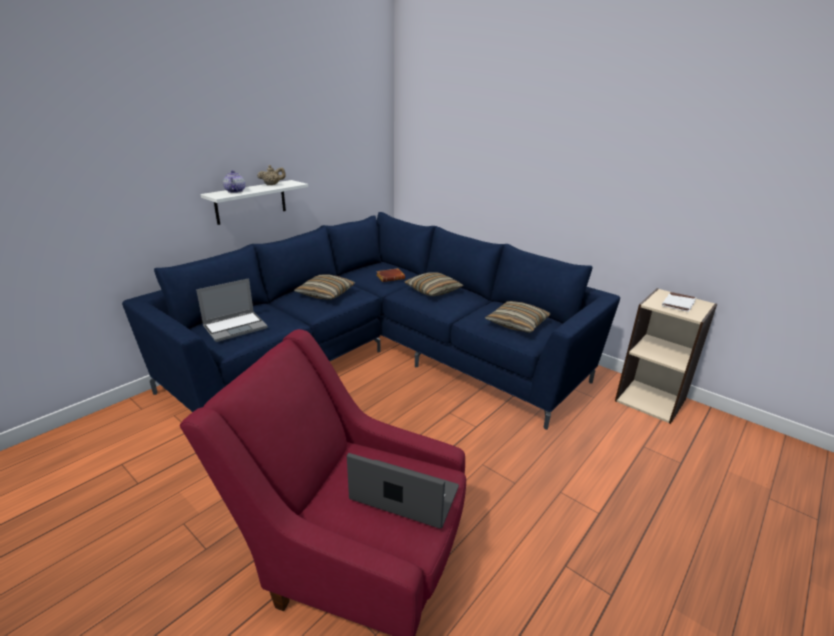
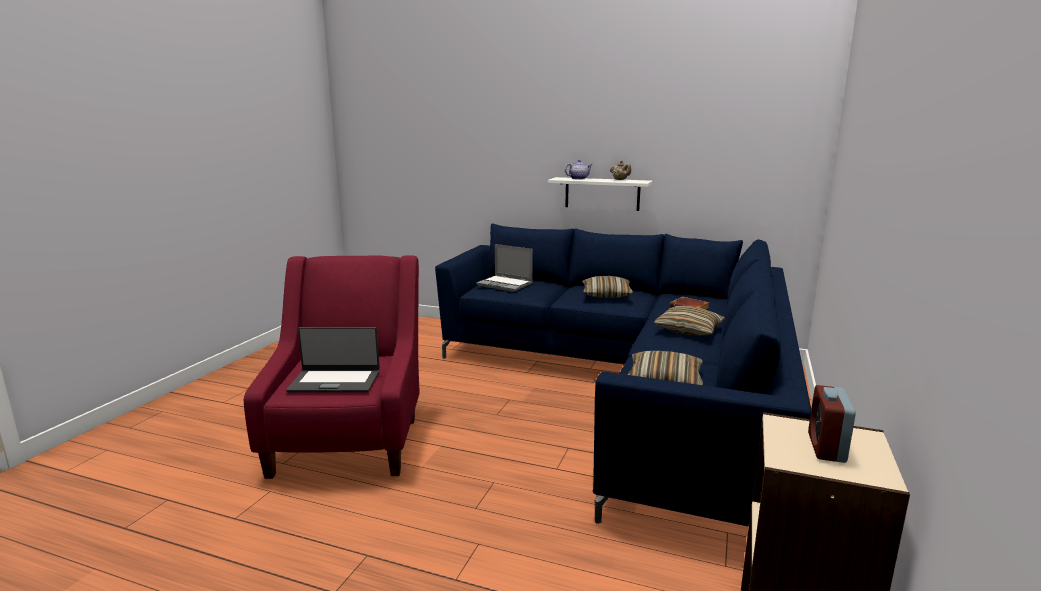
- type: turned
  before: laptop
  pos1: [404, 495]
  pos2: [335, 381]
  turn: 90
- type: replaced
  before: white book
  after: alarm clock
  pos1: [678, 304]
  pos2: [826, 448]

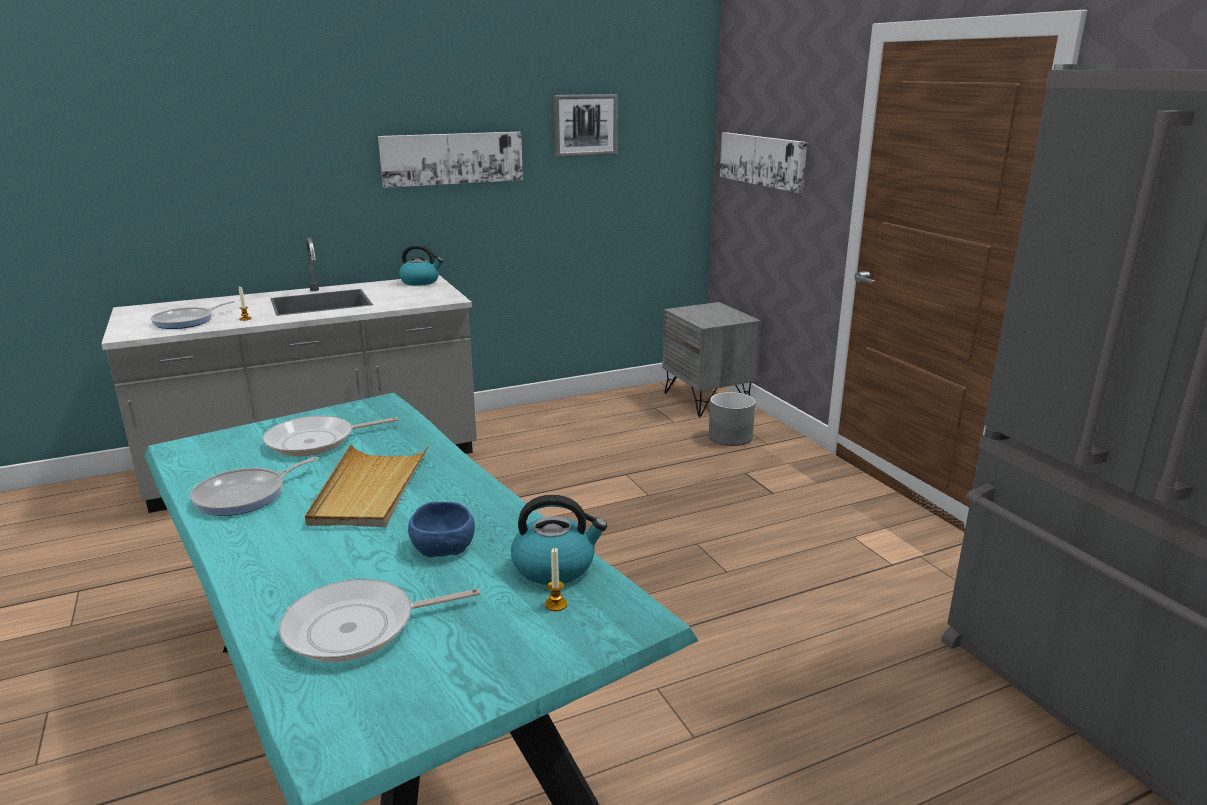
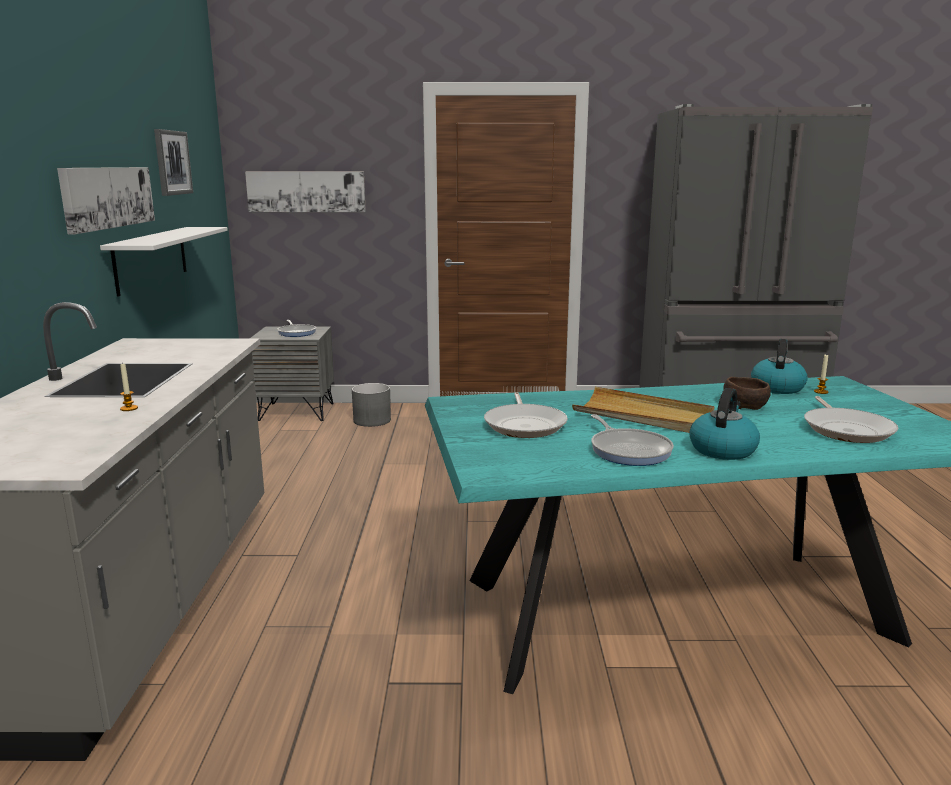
- type: moved
  before: frying pan
  pos1: [187, 321]
  pos2: [297, 332]
- type: moved
  before: kettle
  pos1: [420, 281]
  pos2: [722, 449]
- type: recoloured
  before: blue bowl
  after: brown bowl
  pos1: [444, 547]
  pos2: [746, 405]
- type: added
  after: white shelf
  pos2: [151, 259]

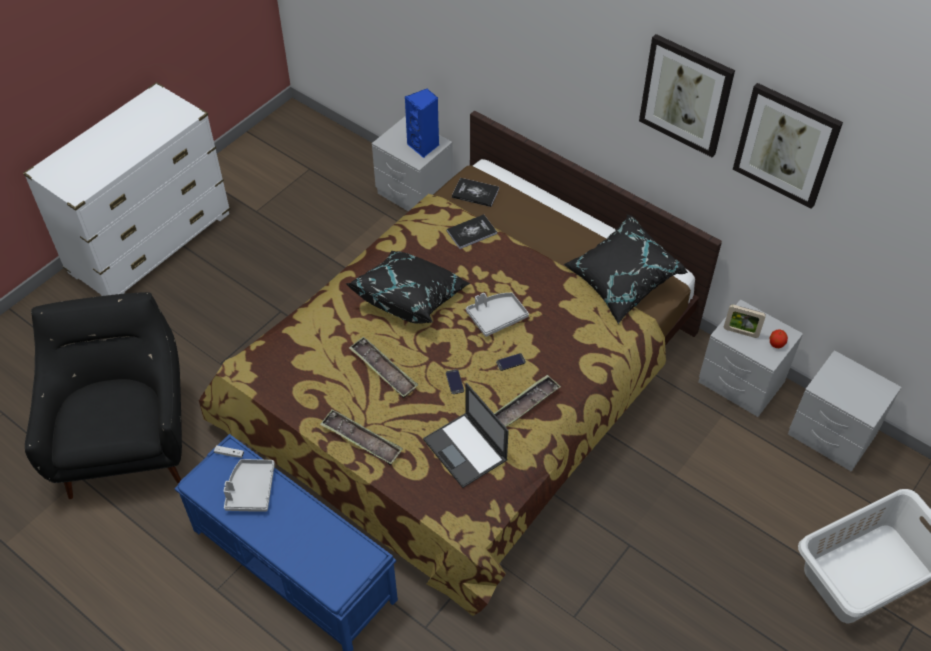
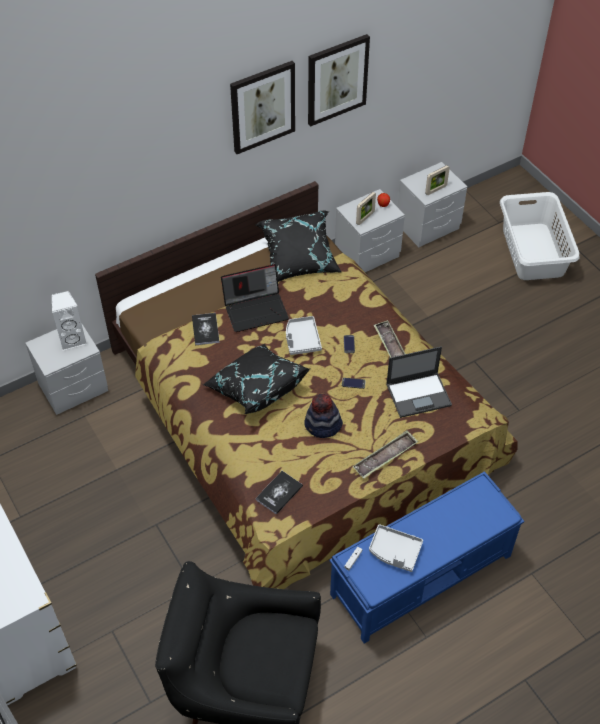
- type: replaced
  before: tray
  after: hat
  pos1: [383, 370]
  pos2: [323, 425]
- type: recoloured
  before: blue speaker
  after: white speaker
  pos1: [424, 146]
  pos2: [72, 339]
- type: moved
  before: book
  pos1: [475, 193]
  pos2: [279, 493]
- type: added
  after: laptop
  pos2: [256, 309]
- type: added
  after: picture frame
  pos2: [436, 190]

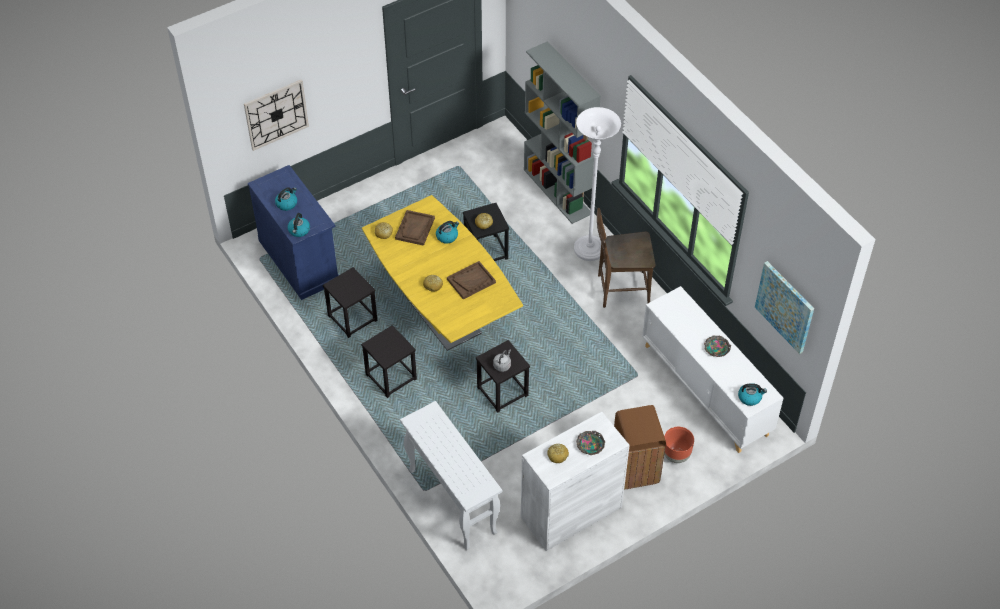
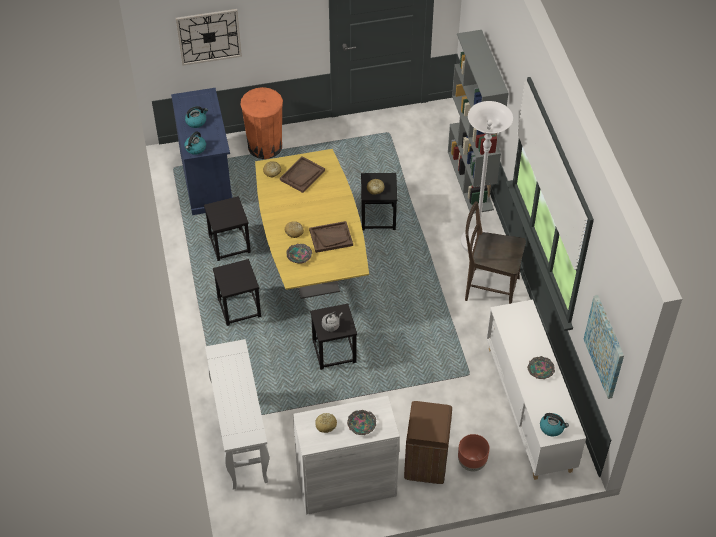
- type: removed
  before: kettle
  pos1: [447, 236]
- type: added
  after: orange trash can
  pos2: [265, 147]
- type: added
  after: bowl
  pos2: [299, 255]

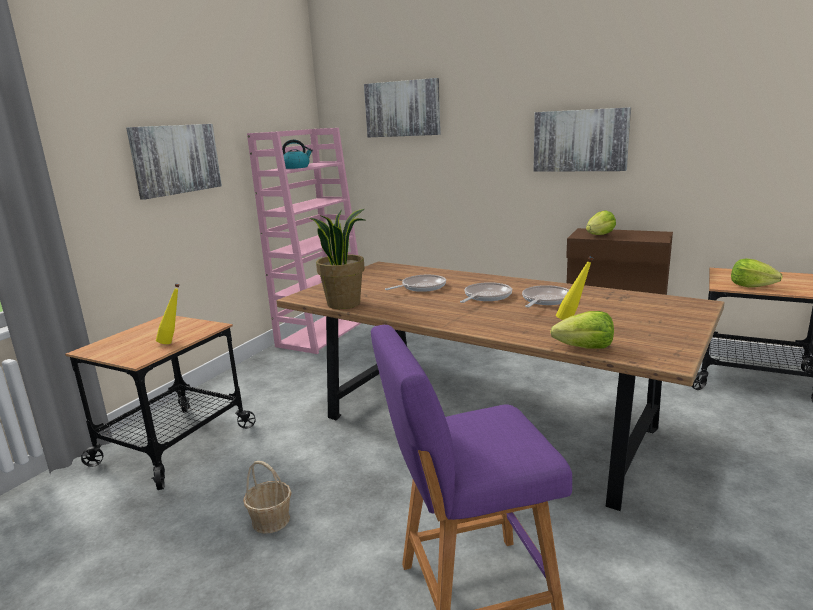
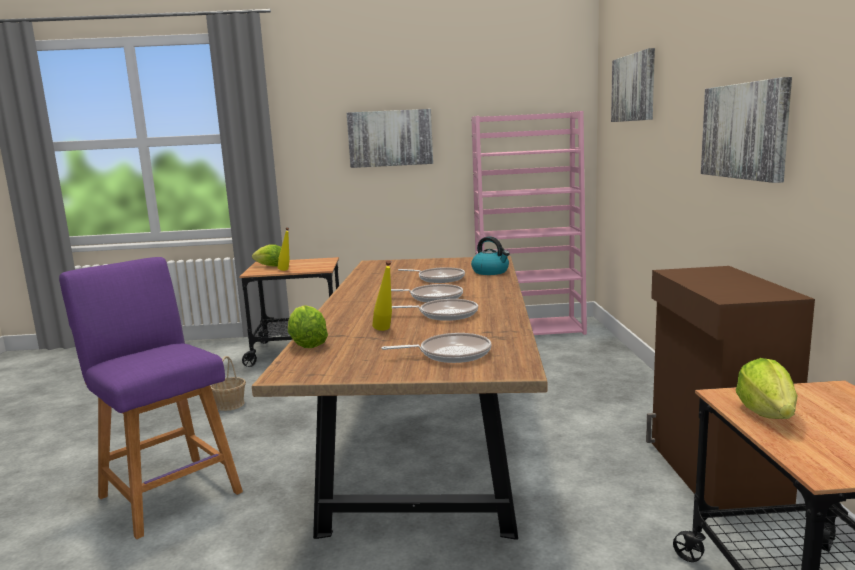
- type: moved
  before: kettle
  pos1: [296, 167]
  pos2: [491, 272]
- type: removed
  before: potted plant
  pos1: [344, 303]
- type: moved
  before: lettuce
  pos1: [599, 235]
  pos2: [270, 266]
- type: added
  after: frying pan
  pos2: [450, 354]

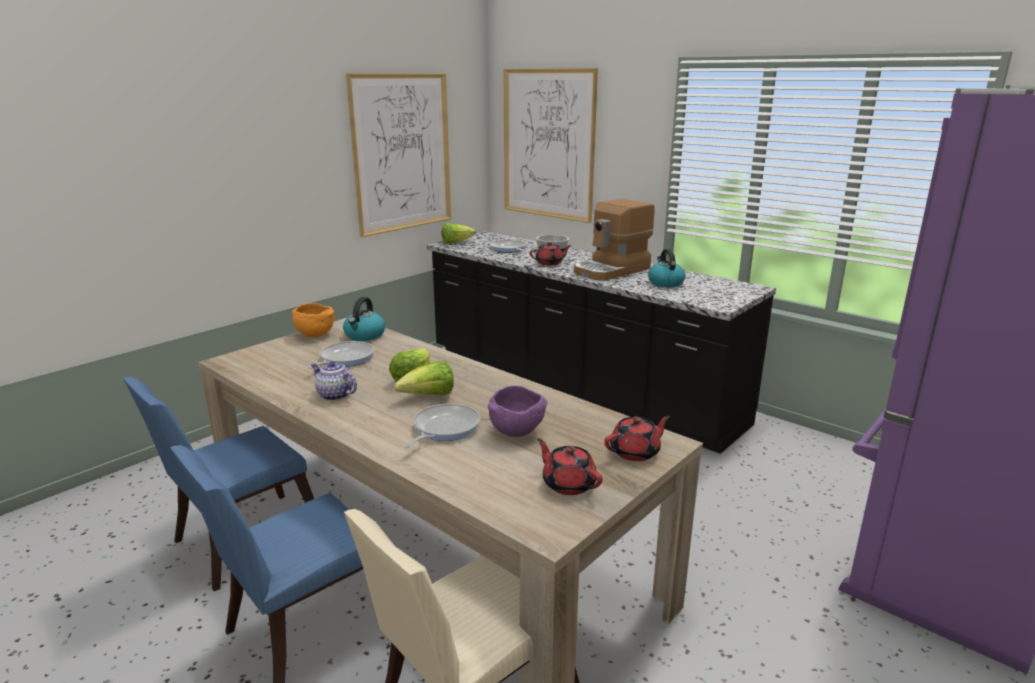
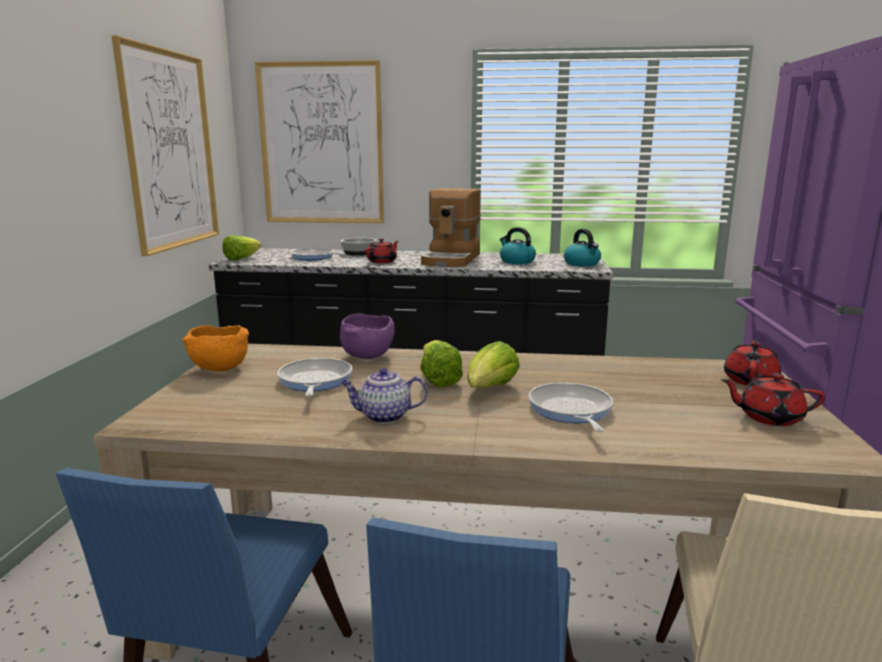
- type: moved
  before: kettle
  pos1: [364, 335]
  pos2: [582, 263]
- type: moved
  before: purple bowl
  pos1: [517, 431]
  pos2: [368, 356]

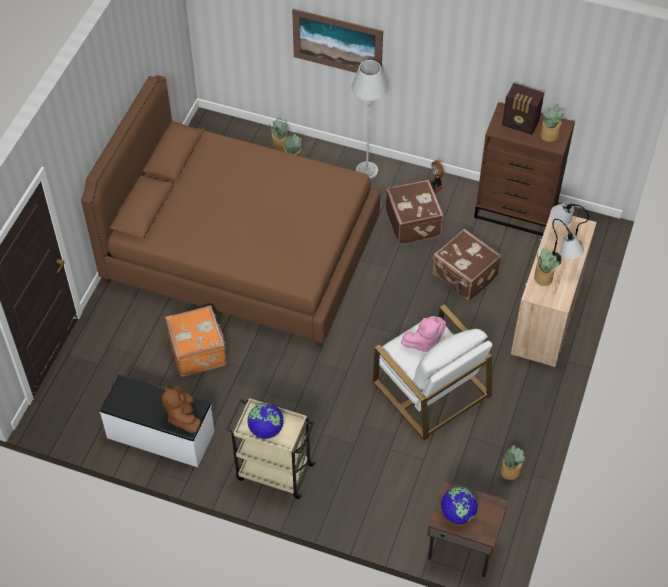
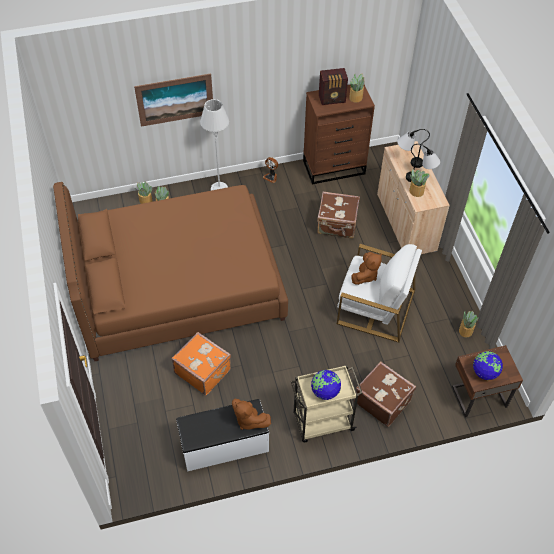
- type: moved
  before: brown suitcase
  pos1: [414, 222]
  pos2: [382, 400]
- type: recoloured
  before: pink plush toy
  after: brown plush toy
  pos1: [424, 342]
  pos2: [365, 275]

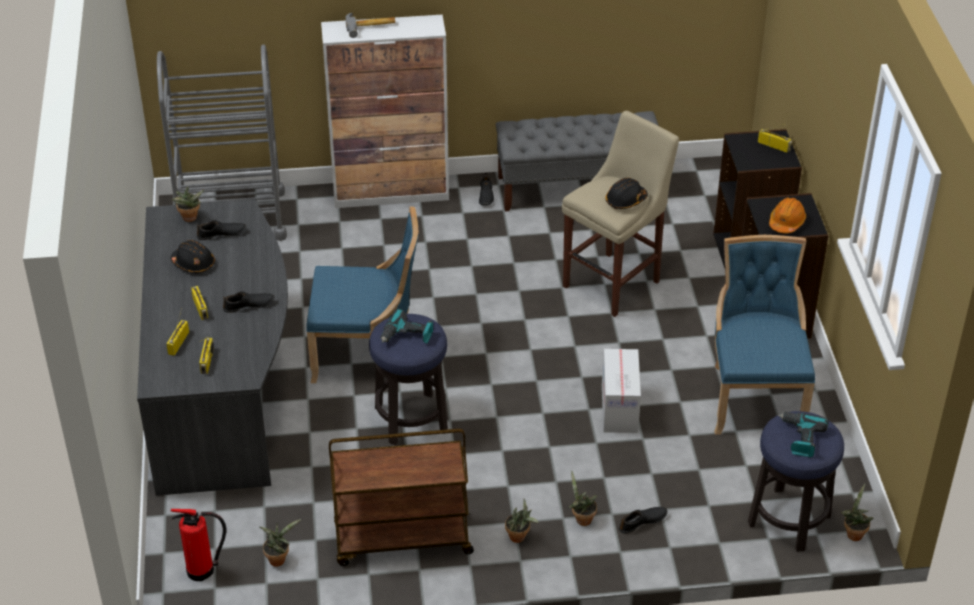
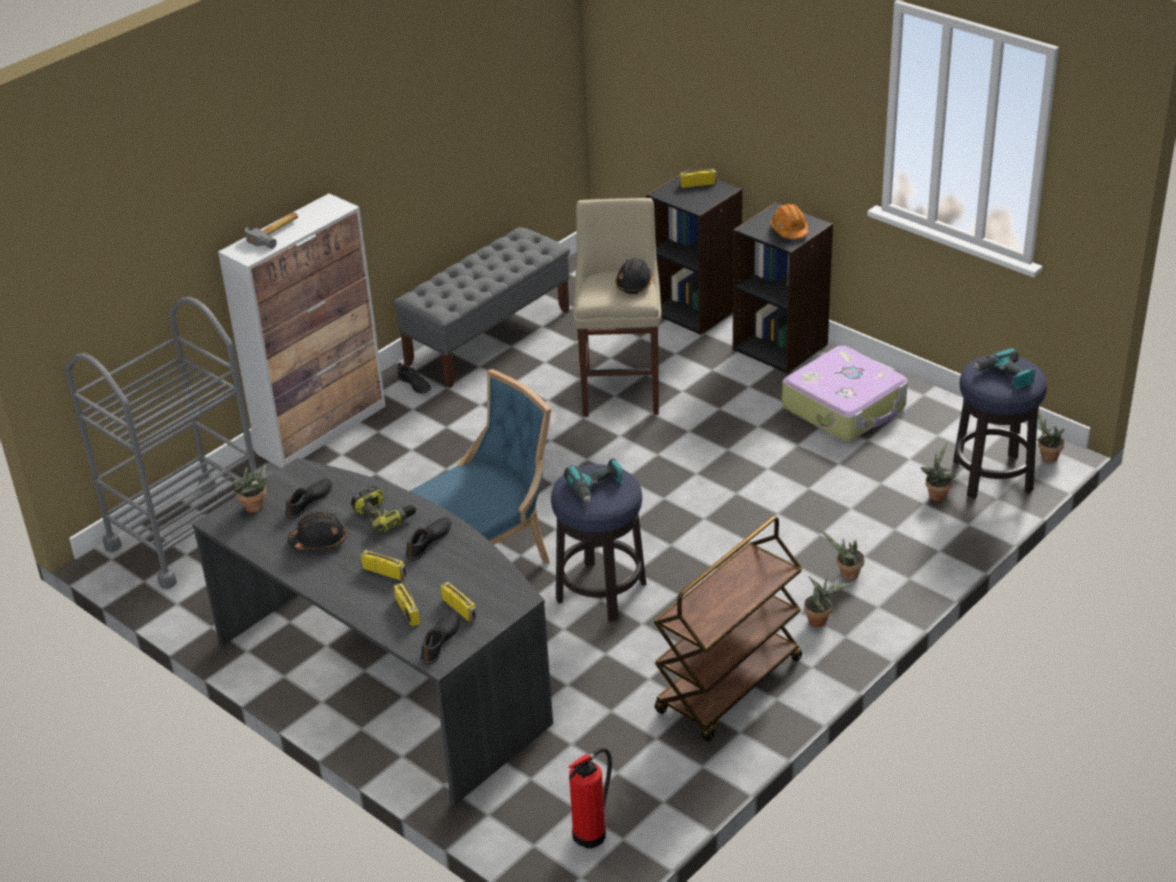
- type: moved
  before: potted plant
  pos1: [278, 558]
  pos2: [936, 495]
- type: removed
  before: cardboard box
  pos1: [619, 409]
- type: moved
  before: black shoe
  pos1: [642, 522]
  pos2: [440, 642]
- type: replaced
  before: blue chair
  after: suitcase
  pos1: [754, 396]
  pos2: [845, 407]
- type: added
  after: power drill
  pos2: [384, 516]

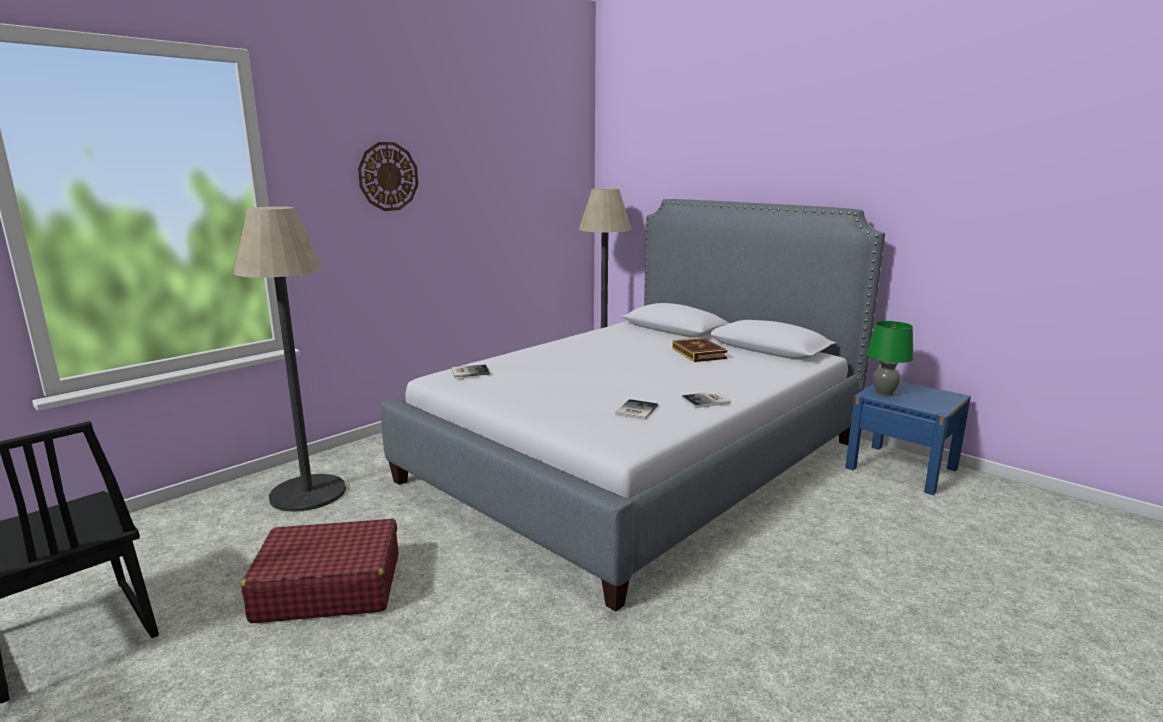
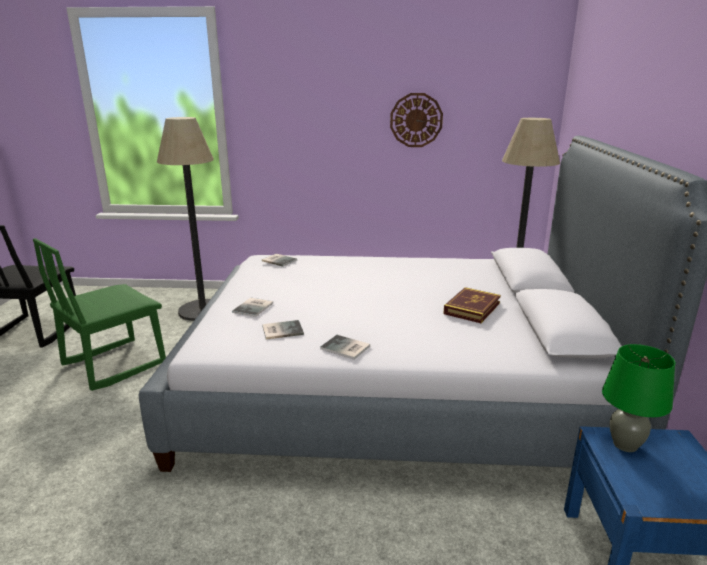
- type: replaced
  before: red suitcase
  after: green chair
  pos1: [328, 587]
  pos2: [114, 364]
- type: moved
  before: wall clock
  pos1: [388, 176]
  pos2: [416, 120]
- type: added
  after: book
  pos2: [254, 307]

